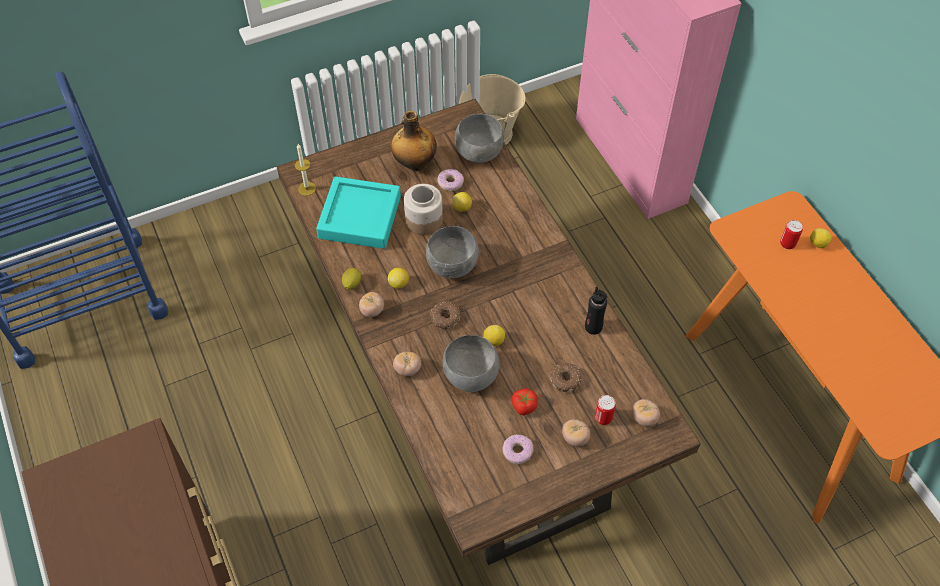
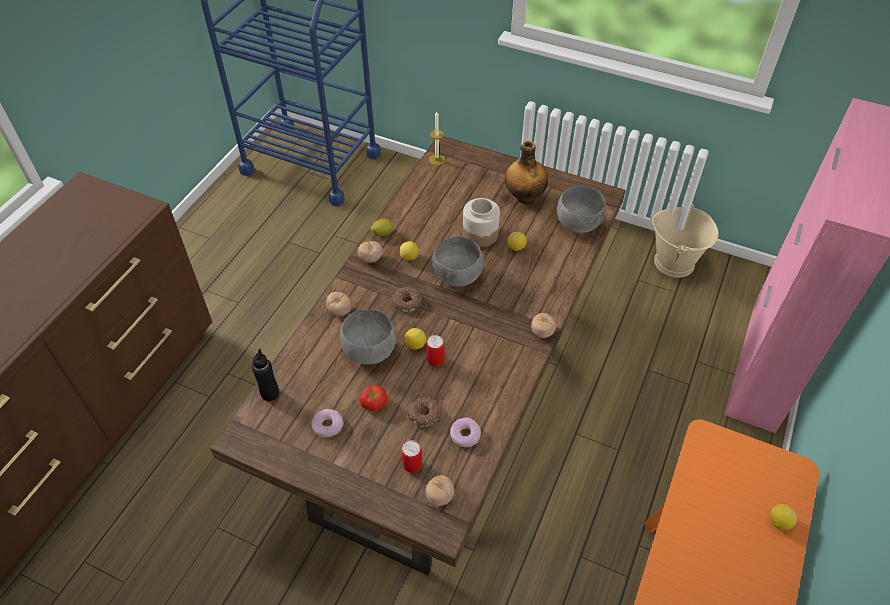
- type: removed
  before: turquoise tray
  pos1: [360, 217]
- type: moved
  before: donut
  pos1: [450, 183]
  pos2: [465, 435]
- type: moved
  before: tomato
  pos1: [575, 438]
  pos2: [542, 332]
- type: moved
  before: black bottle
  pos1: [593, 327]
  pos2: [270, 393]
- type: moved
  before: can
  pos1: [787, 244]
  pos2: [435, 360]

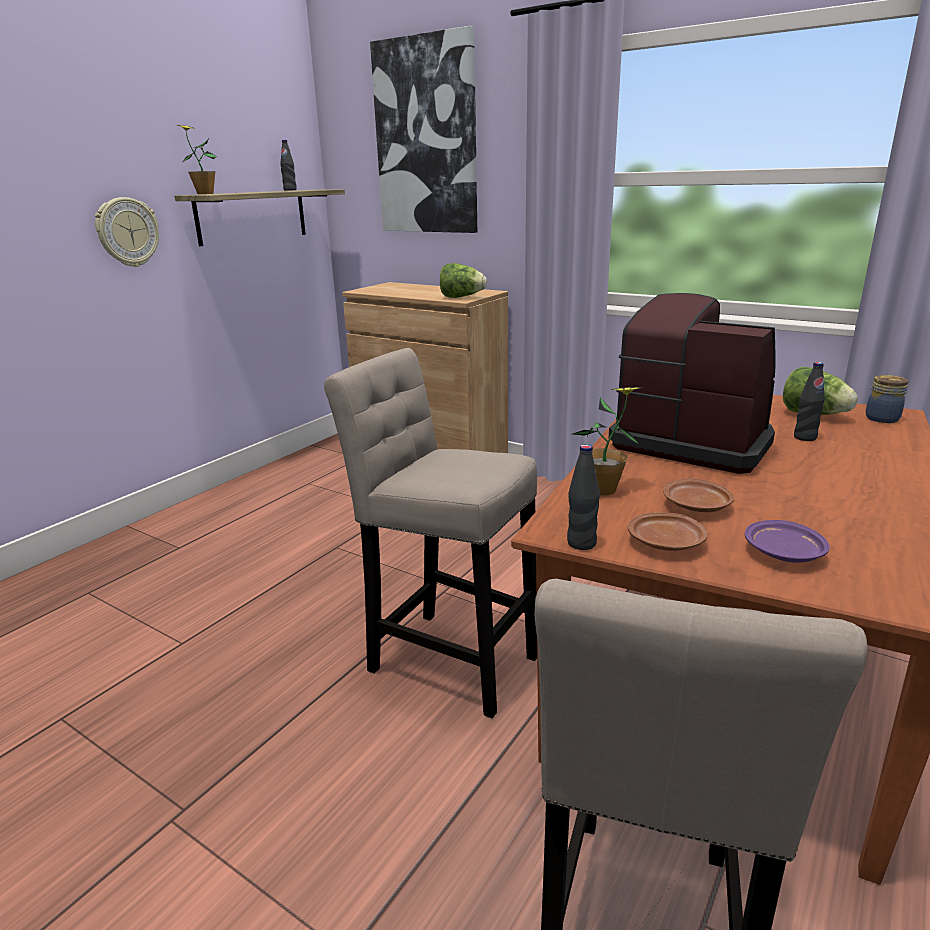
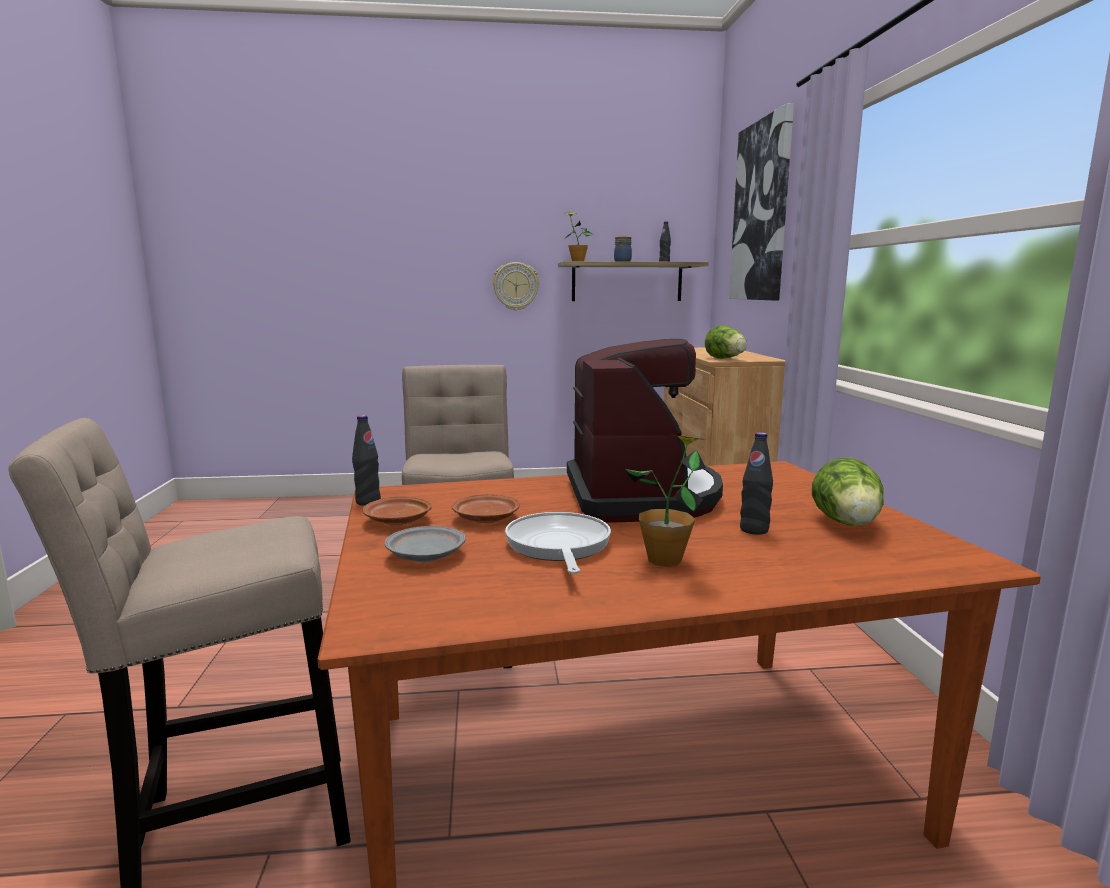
- type: moved
  before: potted plant
  pos1: [602, 490]
  pos2: [664, 560]
- type: recoloured
  before: purple plate
  after: grey plate
  pos1: [783, 553]
  pos2: [425, 555]
- type: moved
  before: jar
  pos1: [880, 418]
  pos2: [623, 261]
- type: added
  after: frying pan
  pos2: [558, 546]

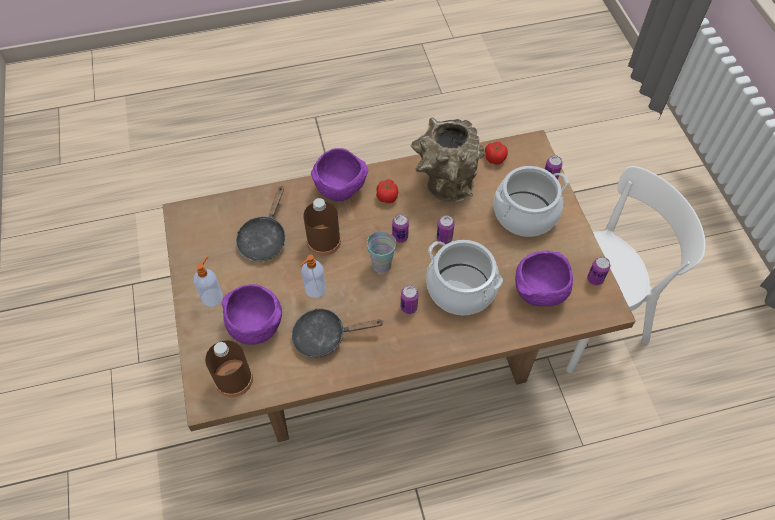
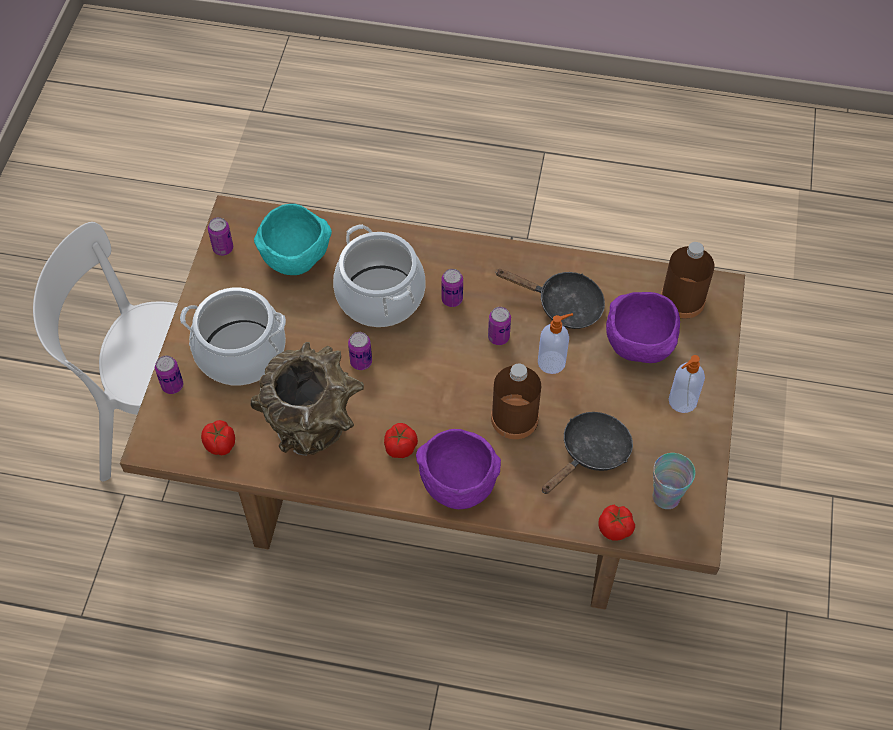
- type: moved
  before: cup
  pos1: [381, 265]
  pos2: [666, 497]
- type: moved
  before: can
  pos1: [400, 237]
  pos2: [498, 337]
- type: recoloured
  before: purple bowl
  after: turquoise bowl
  pos1: [539, 293]
  pos2: [296, 258]
- type: added
  after: tomato
  pos2: [615, 529]

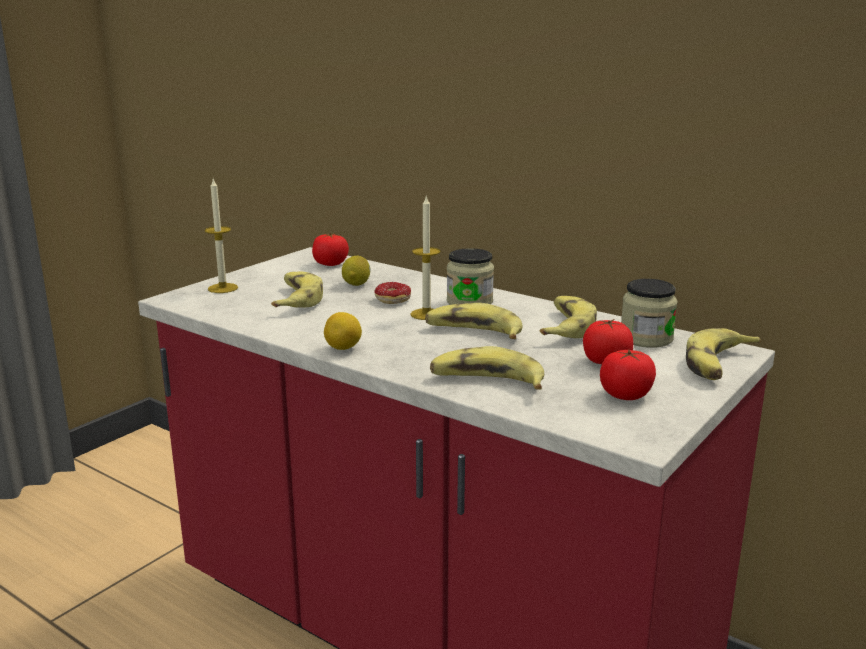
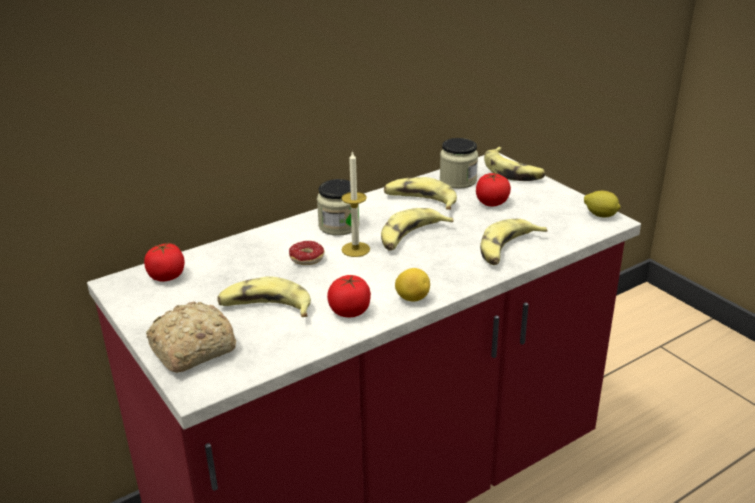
- type: replaced
  before: candle
  after: bread
  pos1: [223, 288]
  pos2: [190, 350]
- type: moved
  before: lemon
  pos1: [357, 284]
  pos2: [600, 215]
- type: moved
  before: tomato
  pos1: [625, 395]
  pos2: [350, 311]

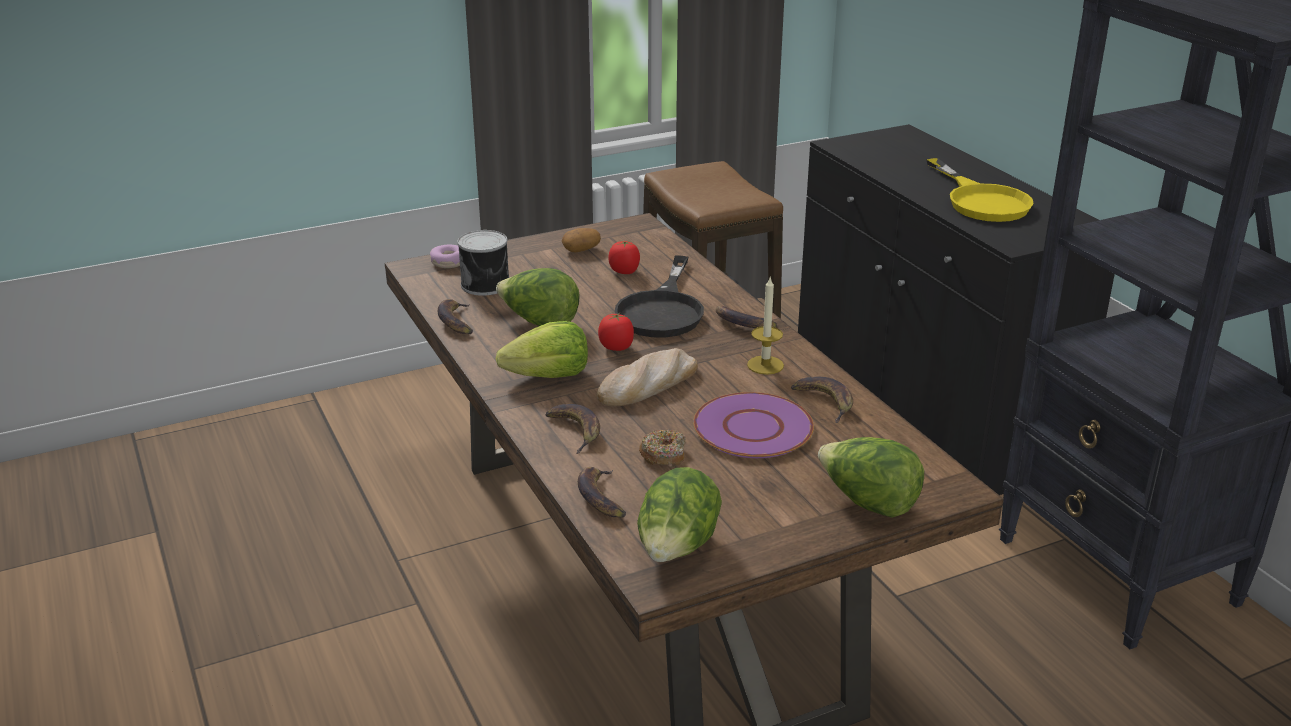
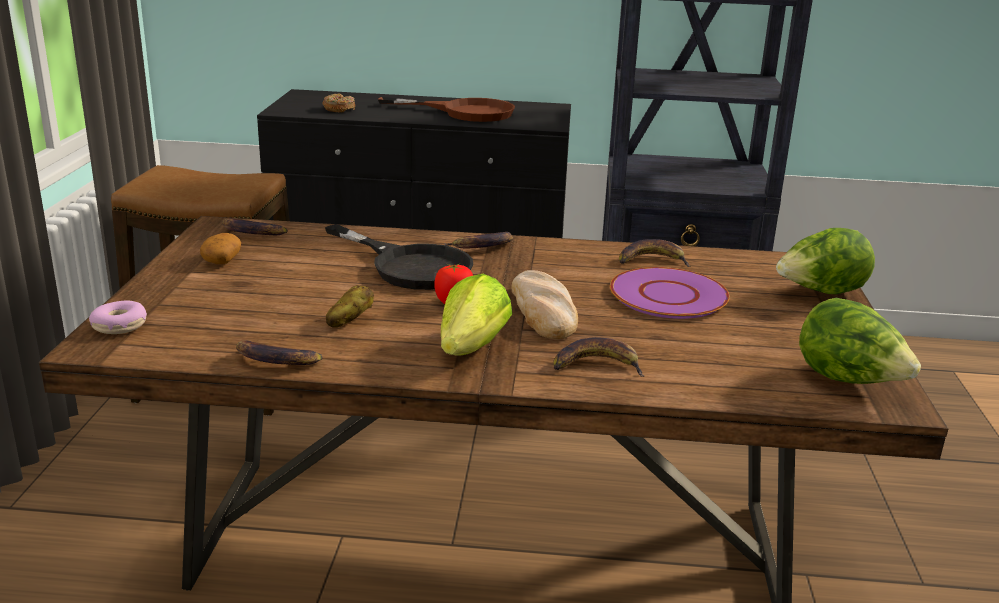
- type: removed
  before: can
  pos1: [486, 284]
- type: replaced
  before: lettuce
  after: potato
  pos1: [539, 323]
  pos2: [349, 321]
- type: moved
  before: banana
  pos1: [600, 497]
  pos2: [251, 233]
- type: removed
  before: tomato
  pos1: [624, 271]
- type: moved
  before: donut
  pos1: [663, 455]
  pos2: [339, 109]
- type: removed
  before: candle
  pos1: [765, 365]
- type: recoloured
  before: yellow frying pan
  after: brown frying pan
  pos1: [981, 200]
  pos2: [465, 112]

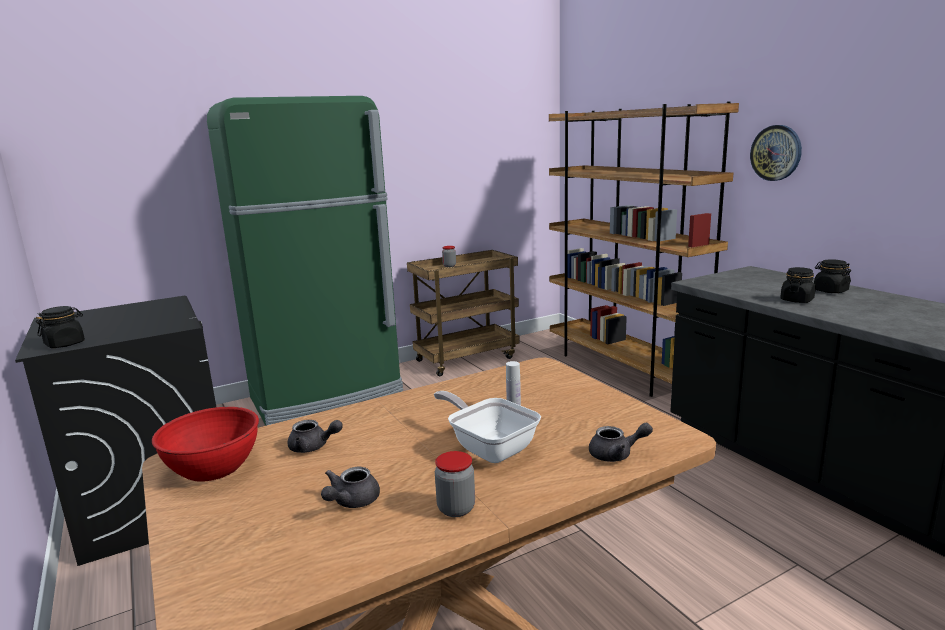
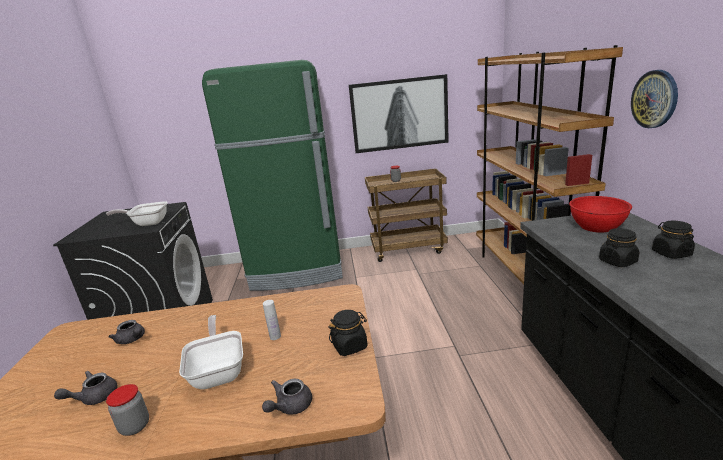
- type: moved
  before: black jar
  pos1: [65, 344]
  pos2: [350, 346]
- type: moved
  before: red bowl
  pos1: [214, 467]
  pos2: [597, 227]
- type: turned
  before: grey teapot
  pos1: [616, 454]
  pos2: [290, 406]
  turn: 105
- type: added
  after: frying pan
  pos2: [147, 223]
- type: added
  after: picture
  pos2: [400, 114]

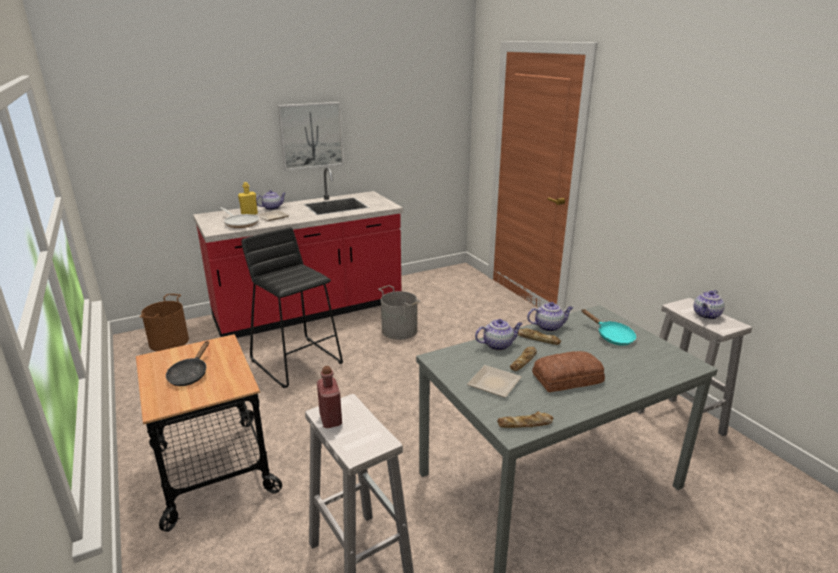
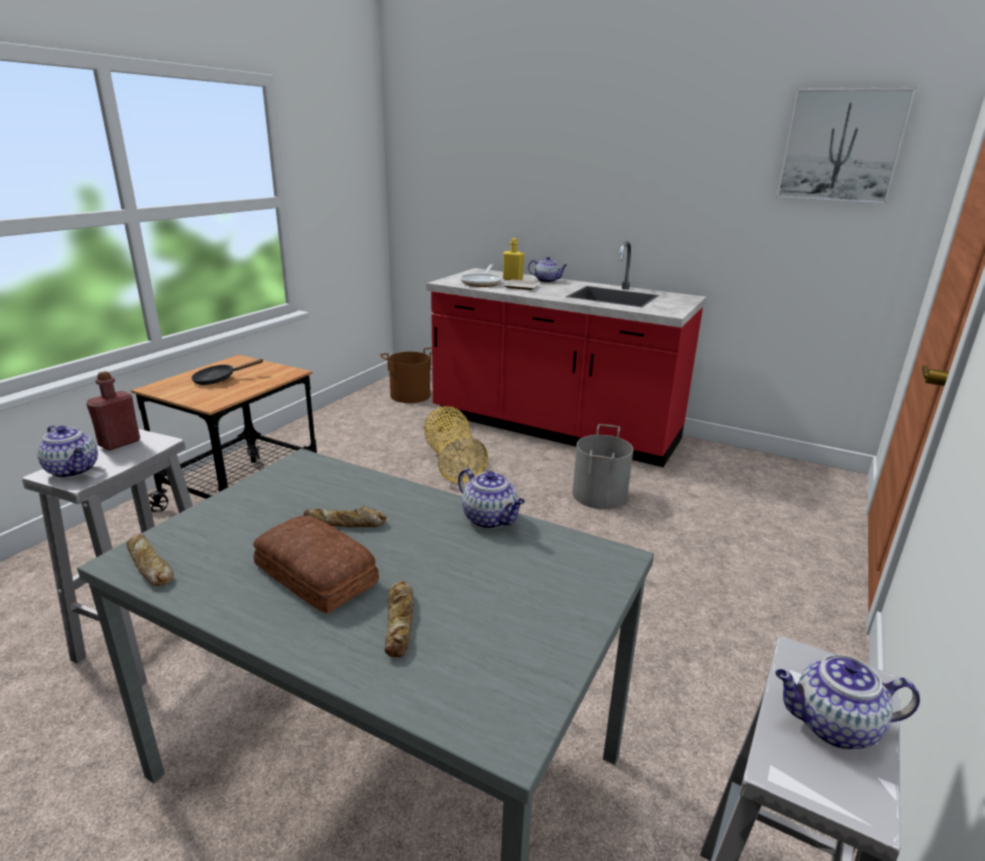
- type: replaced
  before: black stool
  after: basket
  pos1: [297, 361]
  pos2: [452, 462]
- type: moved
  before: picture
  pos1: [311, 135]
  pos2: [841, 146]
- type: removed
  before: plate
  pos1: [493, 382]
- type: moved
  before: teapot
  pos1: [498, 345]
  pos2: [74, 470]
- type: moved
  before: bread
  pos1: [538, 339]
  pos2: [400, 622]
- type: removed
  before: turquoise frying pan
  pos1: [611, 336]

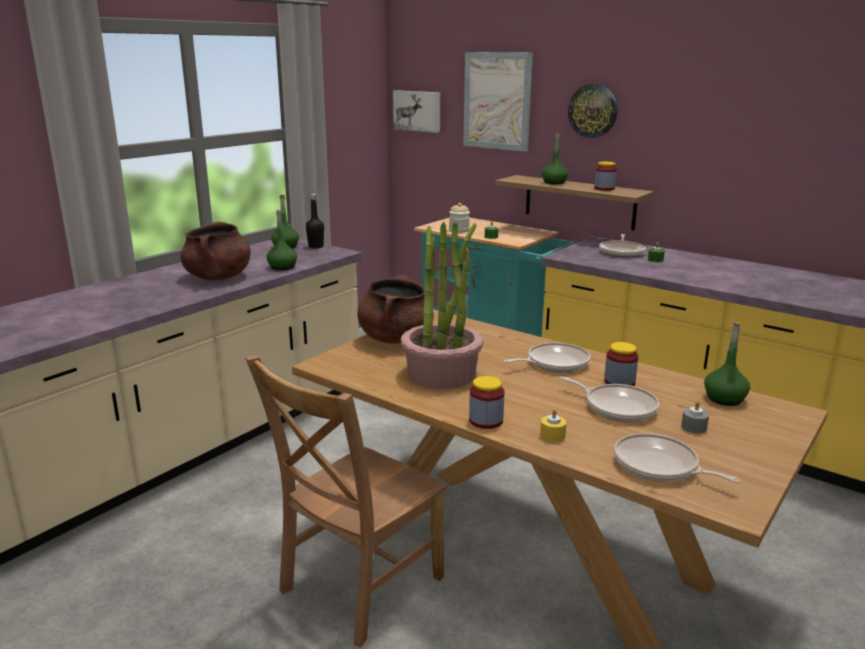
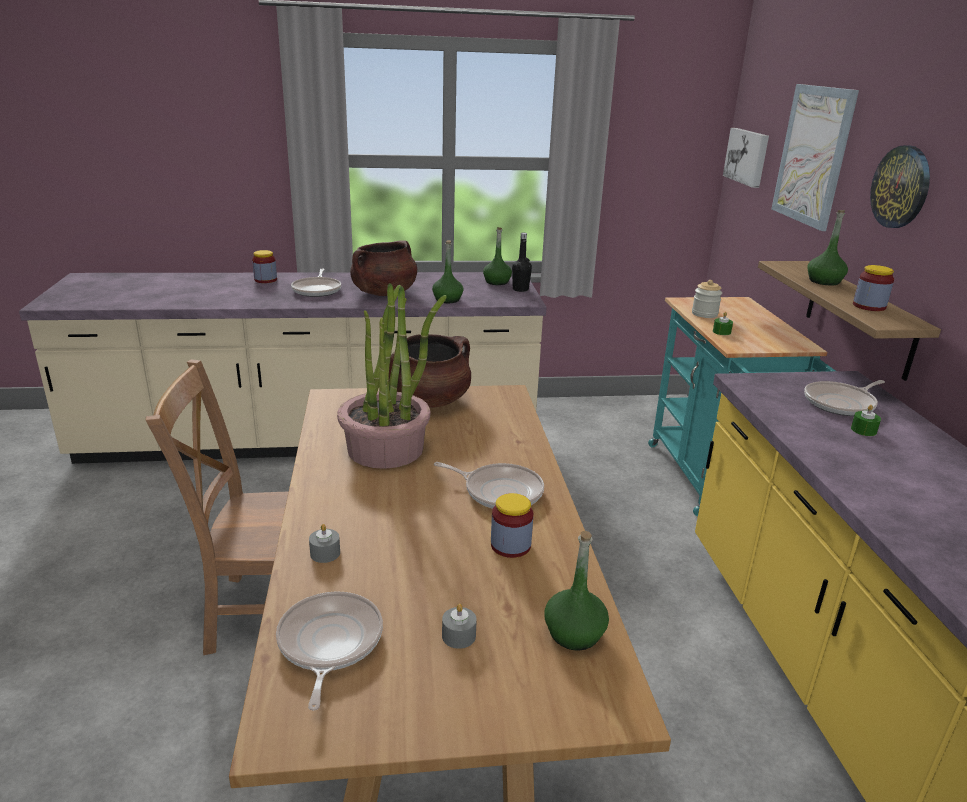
- type: moved
  before: jar
  pos1: [486, 421]
  pos2: [265, 280]
- type: recoloured
  before: yellow candle
  after: grey candle
  pos1: [552, 435]
  pos2: [325, 553]
- type: moved
  before: frying pan
  pos1: [617, 407]
  pos2: [317, 290]

